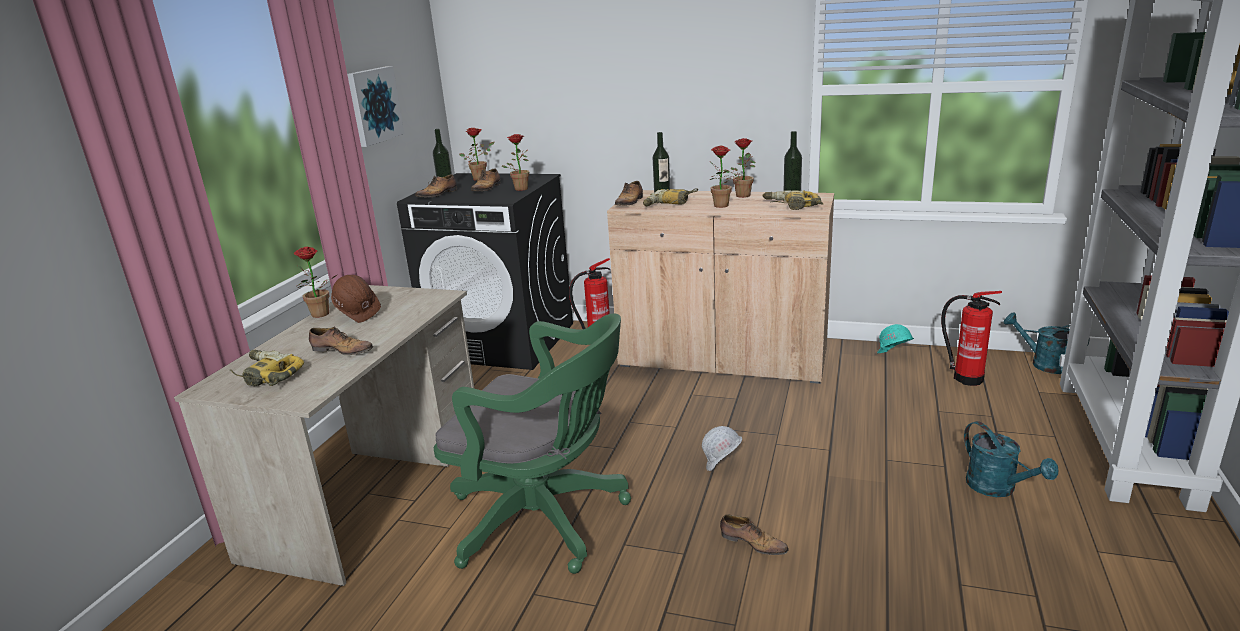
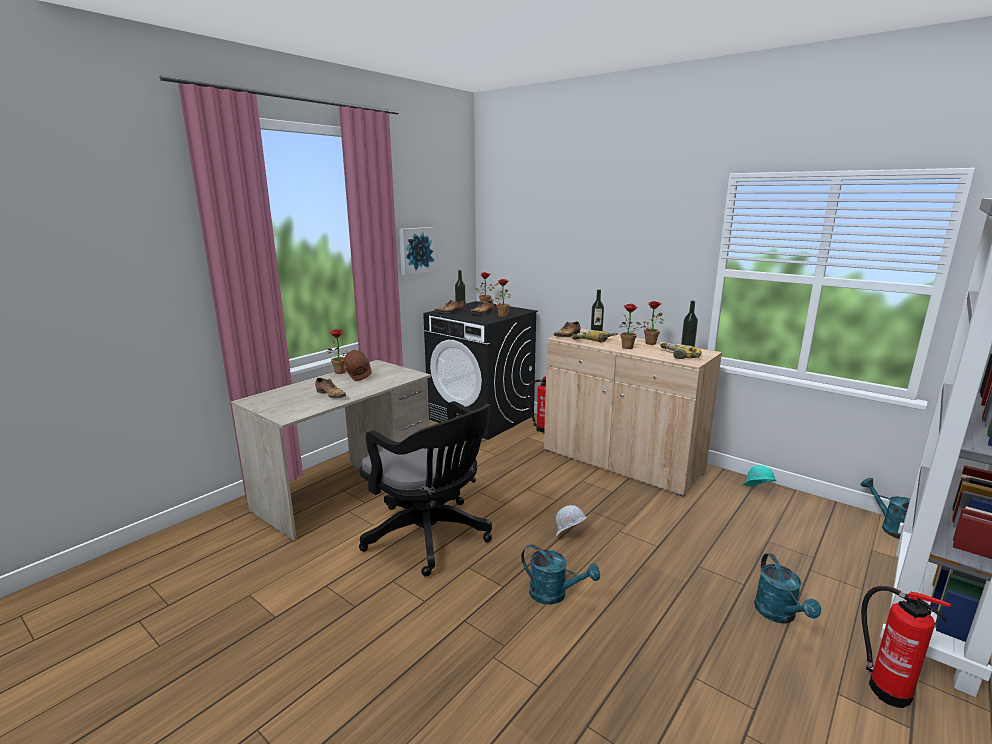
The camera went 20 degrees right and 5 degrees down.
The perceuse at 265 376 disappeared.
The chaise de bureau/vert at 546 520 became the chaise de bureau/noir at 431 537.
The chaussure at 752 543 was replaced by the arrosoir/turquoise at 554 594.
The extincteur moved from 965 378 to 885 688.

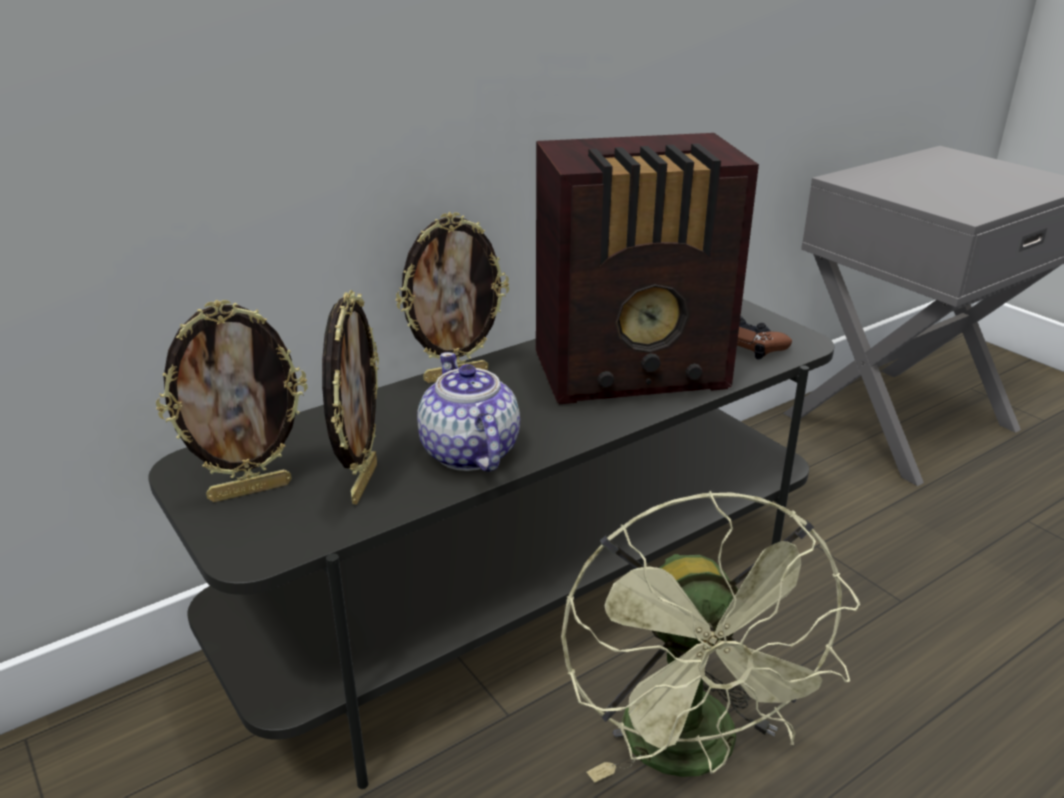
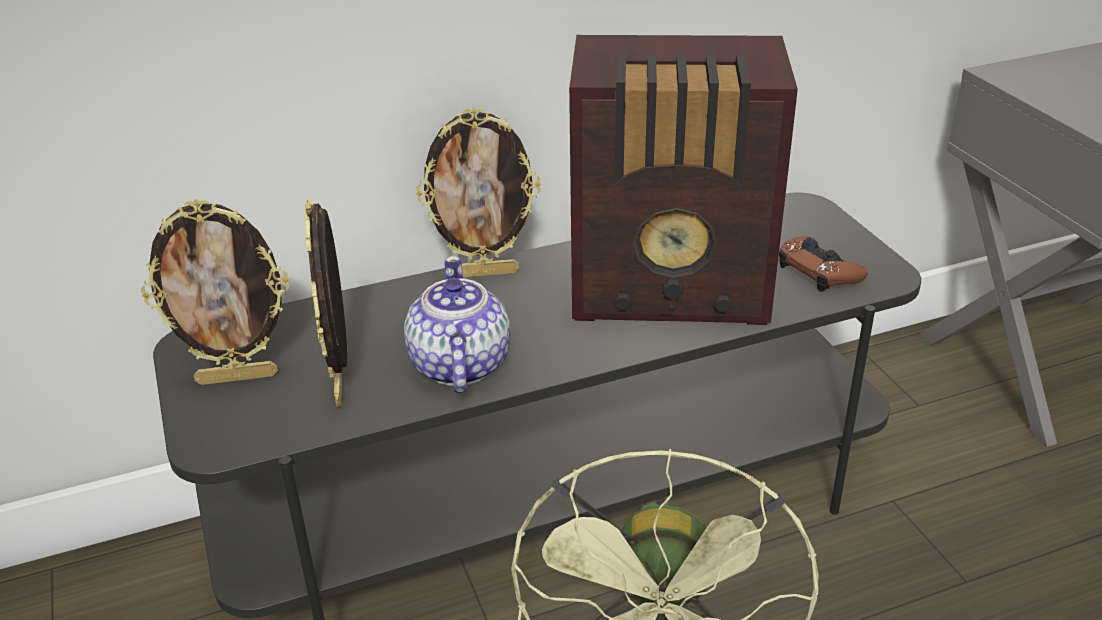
The camera went 15 degrees right and 5 degrees up.
The cadre photo at 362 483 turned 150 degrees clockwise.

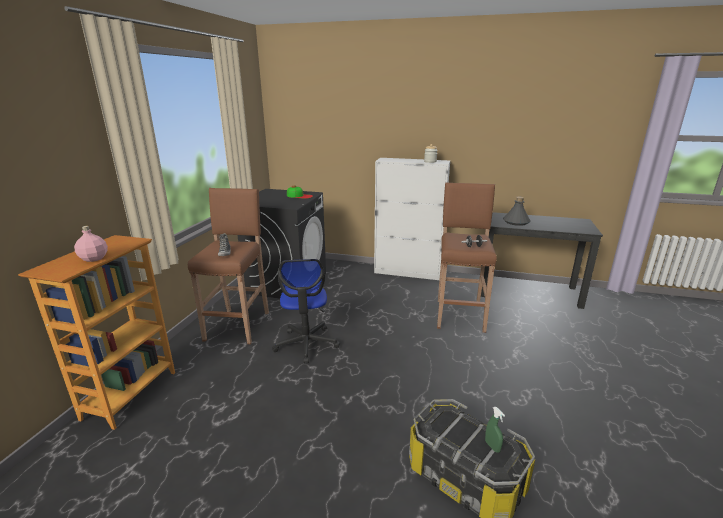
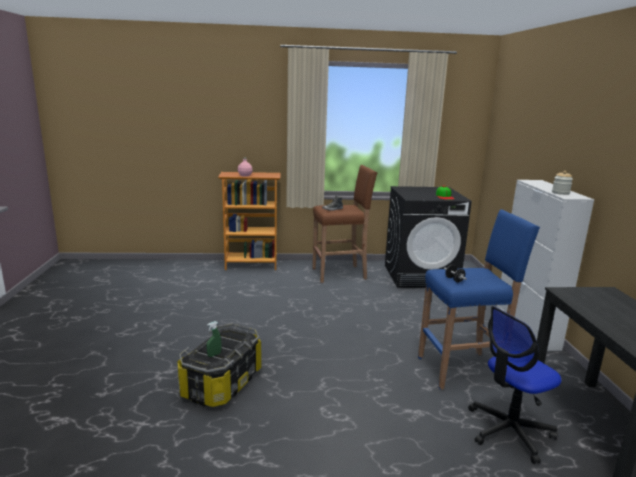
The camera went 70 degrees right and 5 degrees down.
The chaise de bureau moved from 306 344 to 509 431.
The tabouret/marron at 459 314 became the tabouret/bleu at 462 369.
The bouteille/gris at 516 222 disappeared.

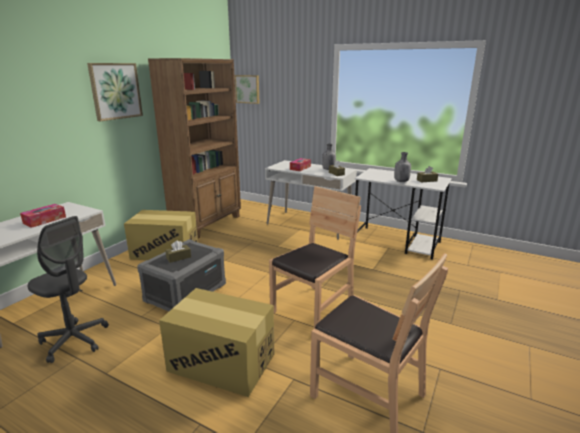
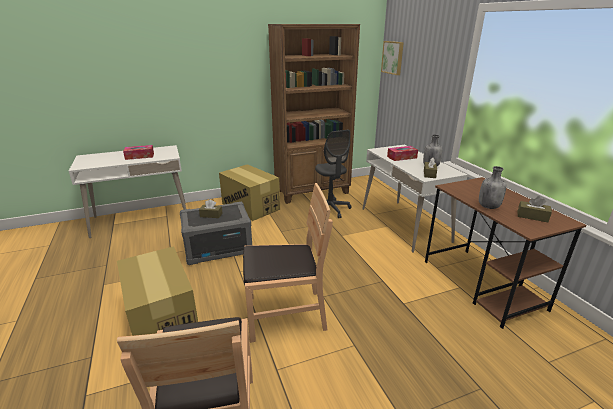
The camera went 40 degrees right and 5 degrees up.
The chaise de bureau/gris moved from 74 340 to 330 209.
The tableau at 115 91 disappeared.
The bureau/blanc at 397 242 became the bureau/marron at 482 285.

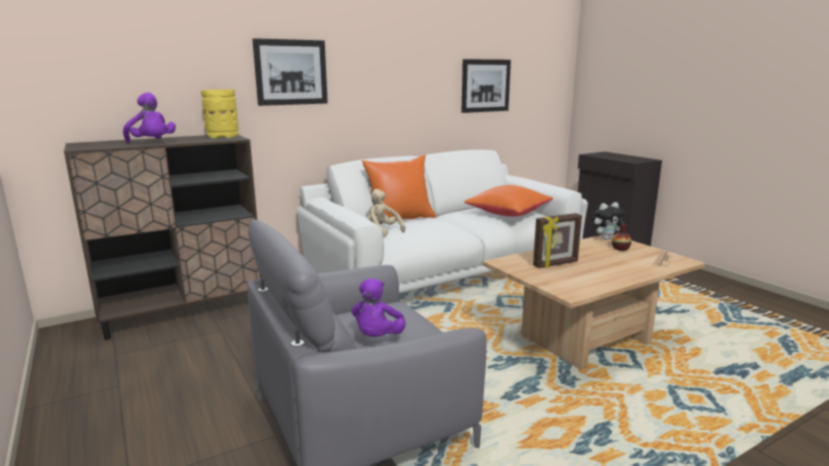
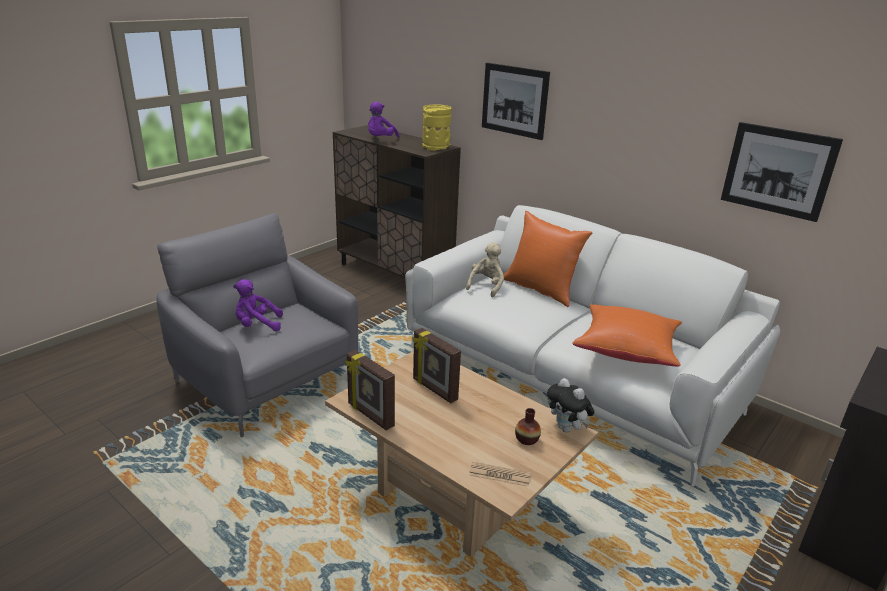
The camera went 70 degrees right and 10 degrees up.
The cadre photo at 370 415 appeared.

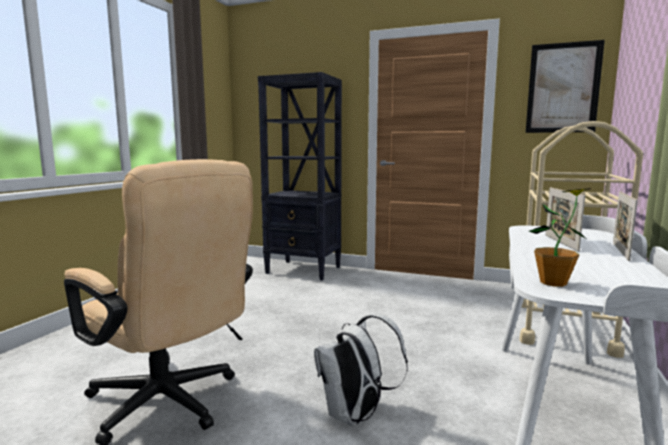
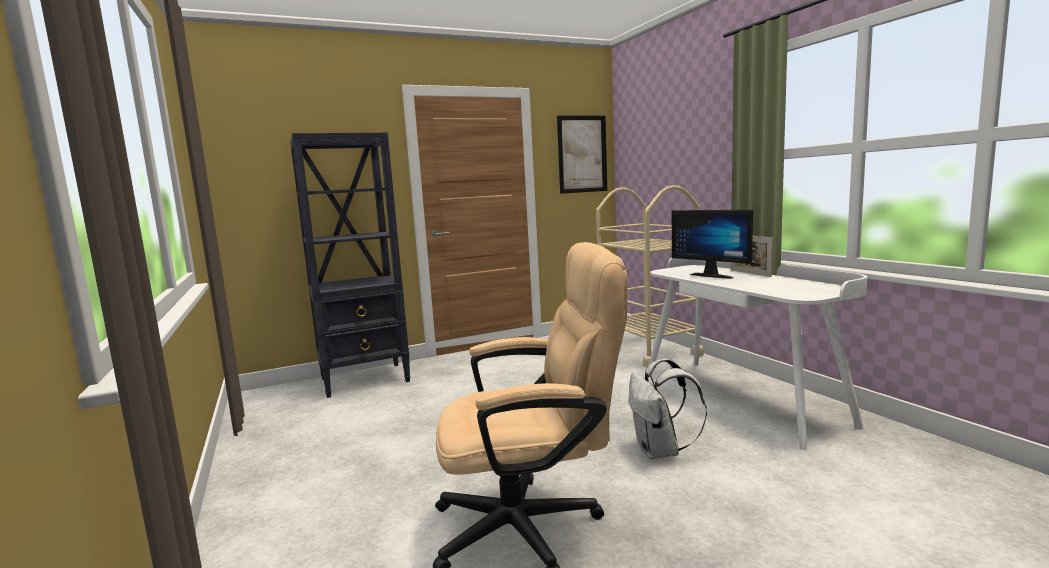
The camera went 45 degrees left and 0 degrees up.
The plante en pot at 553 283 disappeared.
The cadre photo at 561 243 was replaced by the écran d'ordinateur at 713 275.

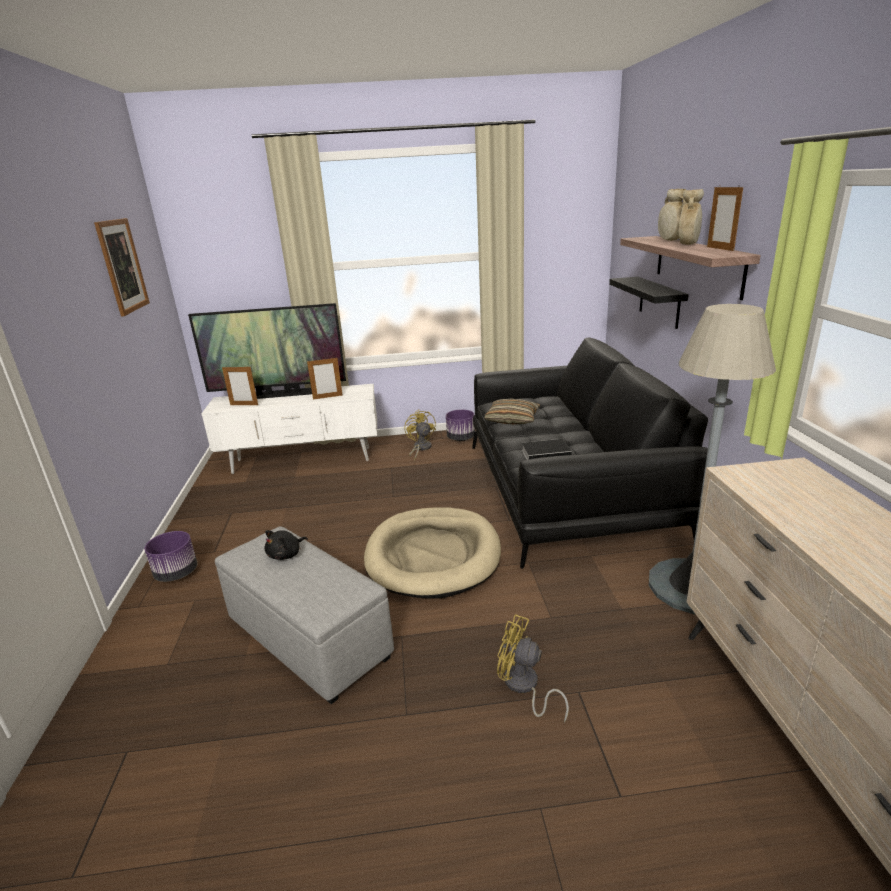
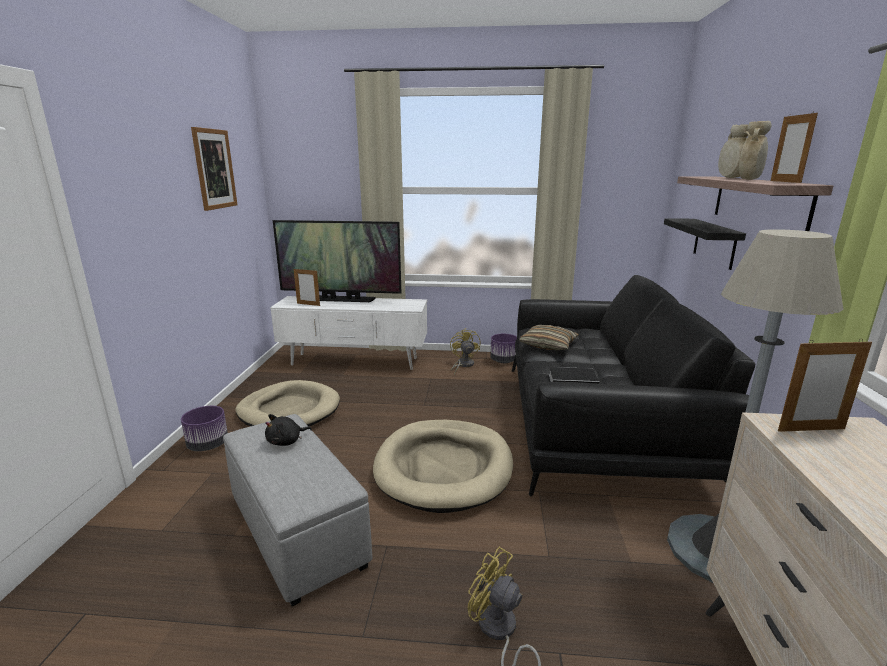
The camera went 10 degrees right and 5 degrees down.
The cadre photo moved from 327 397 to 811 430.
The panier pour chien/beige at 289 410 appeared.

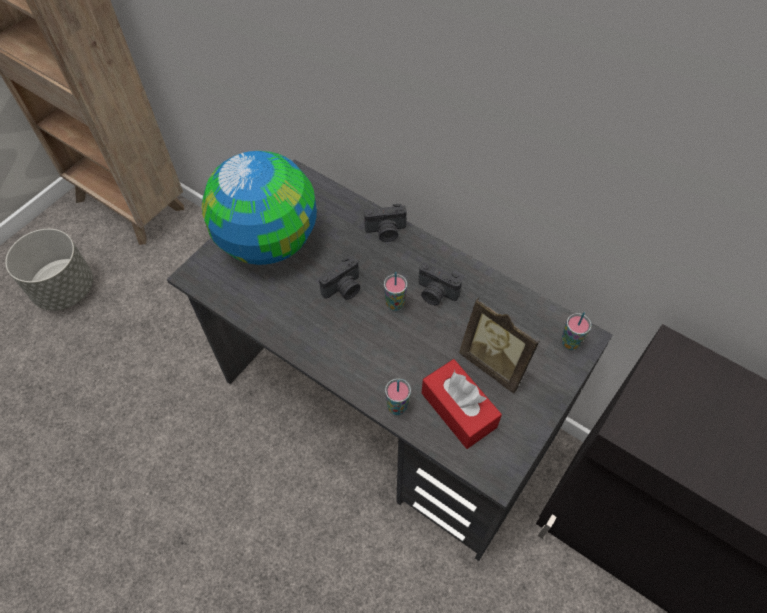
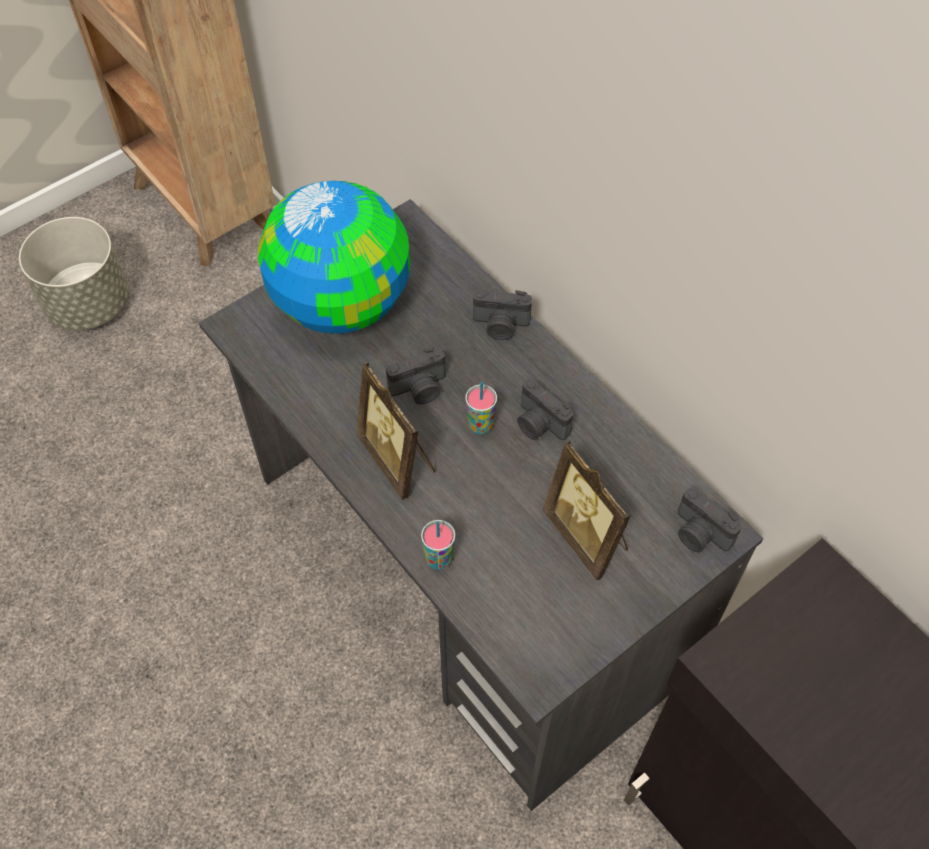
The camera went 15 degrees right and 0 degrees up.
The boîte à mouchoirs/rouge at 458 410 disappeared.
The tasse at 570 343 was replaced by the appareil photo at 699 534.
The cadre photo at 398 459 appeared.

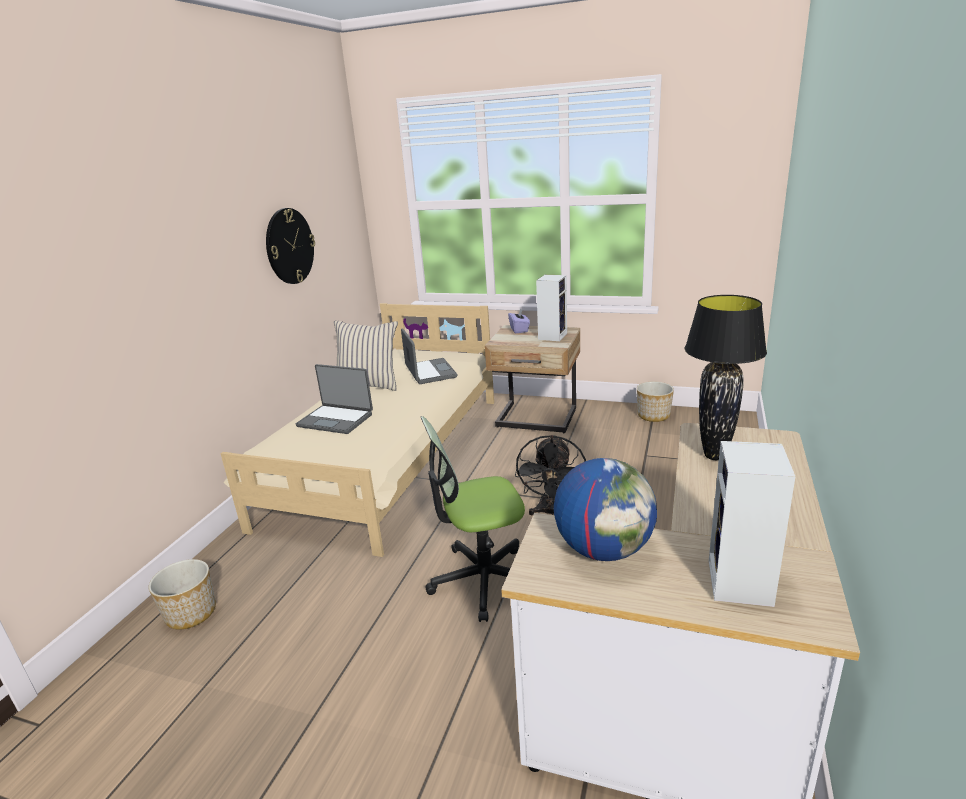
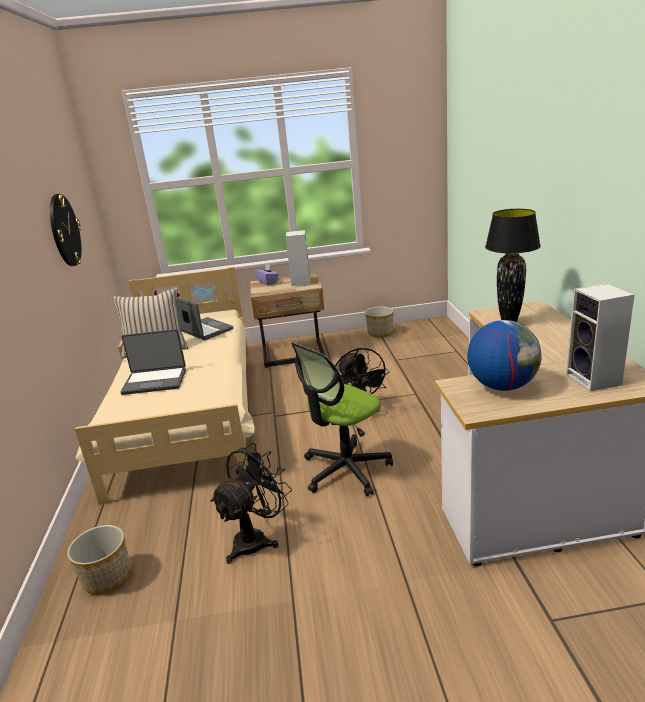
The camera went 25 degrees left and 0 degrees up.
The ventilateur/noir at 256 539 appeared.

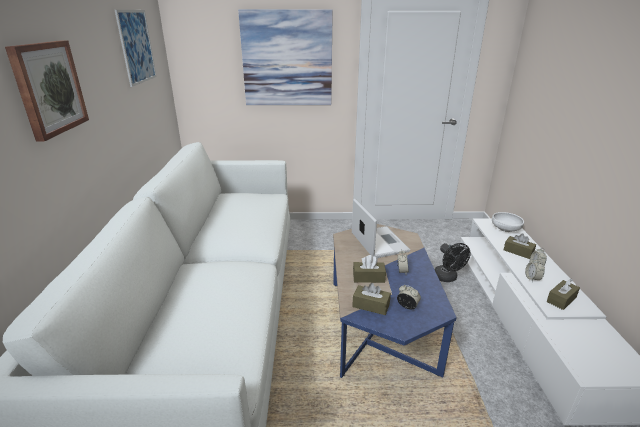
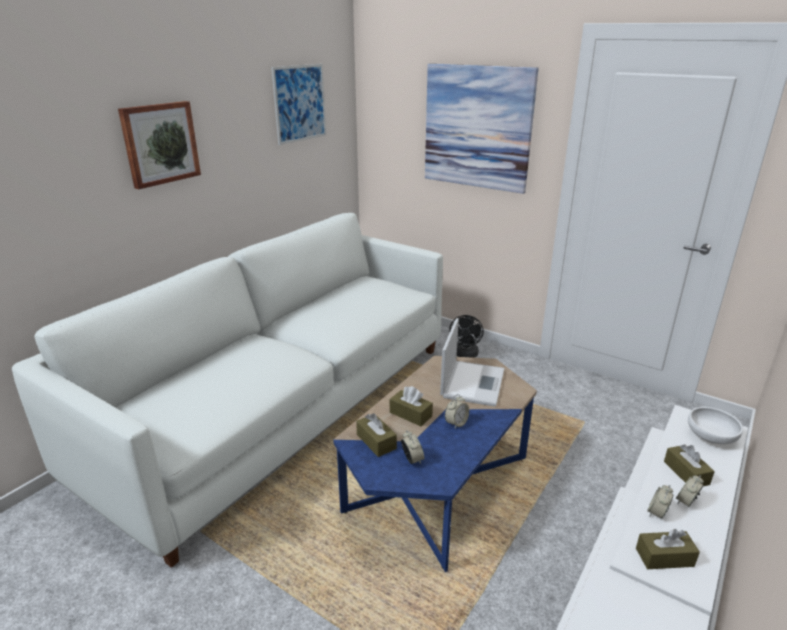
The camera went 35 degrees right and 0 degrees up.
The ventilateur/noir moved from 447 278 to 465 355.

